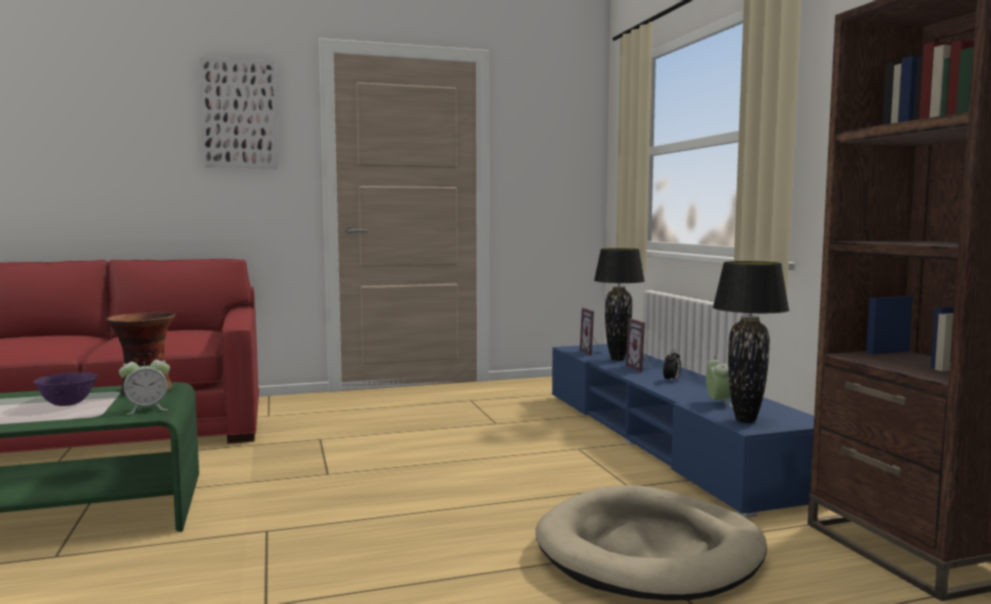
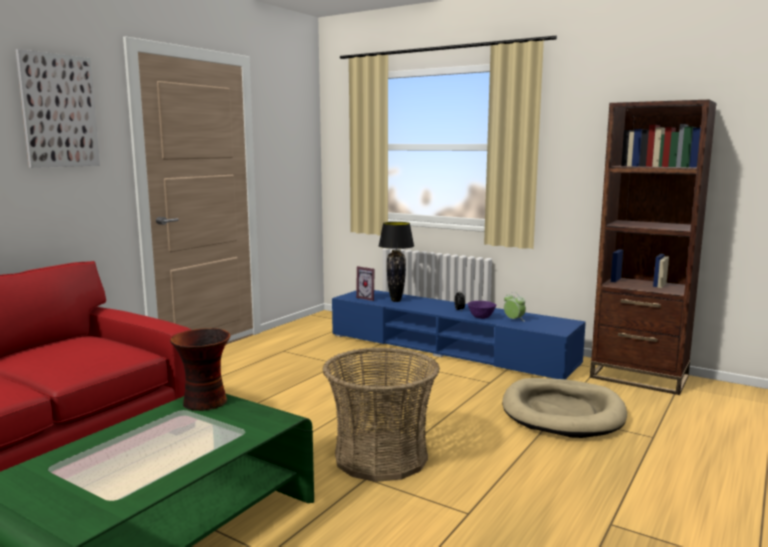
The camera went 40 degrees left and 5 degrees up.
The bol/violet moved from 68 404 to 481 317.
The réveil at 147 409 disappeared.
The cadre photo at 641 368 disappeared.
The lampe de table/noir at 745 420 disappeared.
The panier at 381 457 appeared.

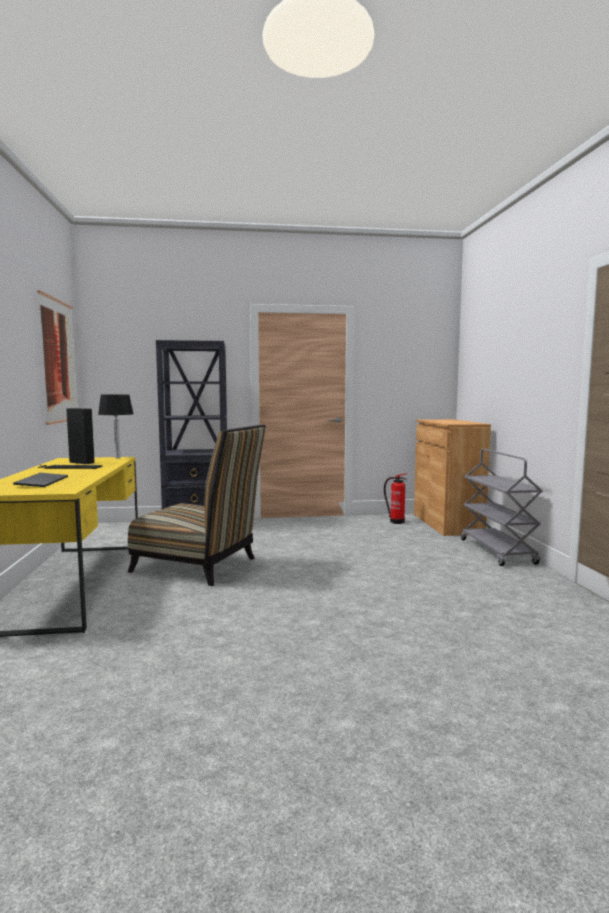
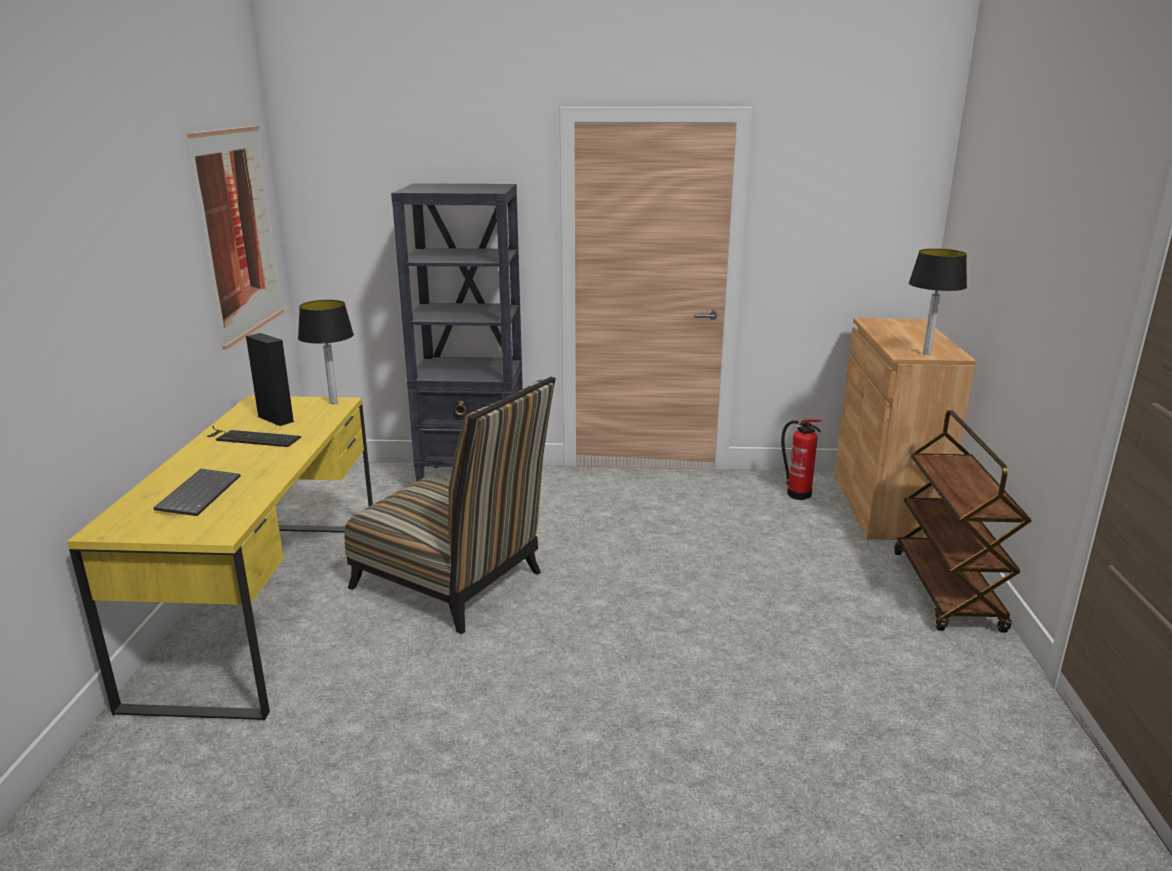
The camera went 10 degrees right and 15 degrees up.
The chariot/gris at 497 551 became the chariot/marron at 947 591.
The lampe de table at 927 354 appeared.

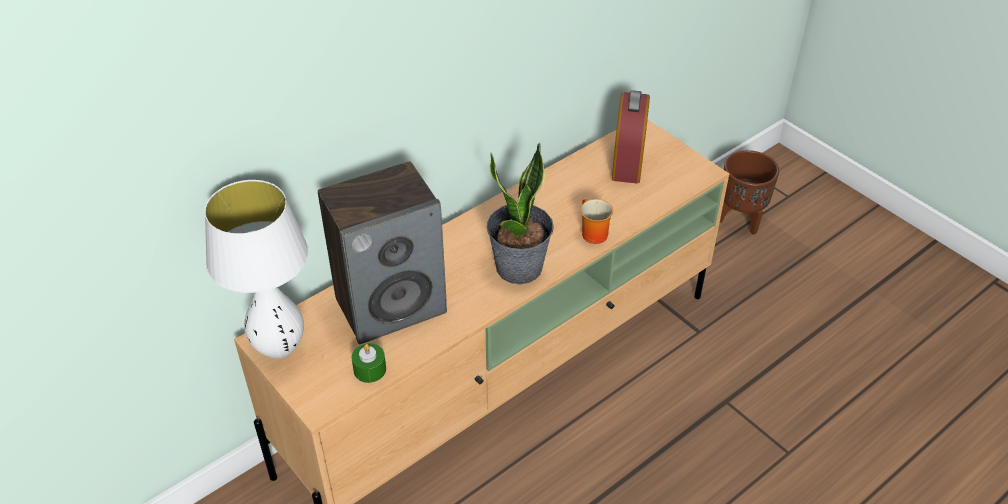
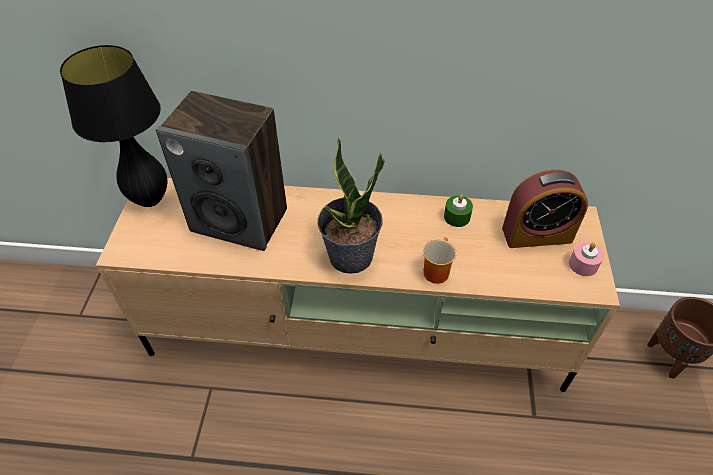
The camera went 45 degrees right and 5 degrees up.
The lampe de table/blanc at 279 349 became the lampe de table/noir at 150 200.
The bougie/vert moved from 370 369 to 456 217.
The réveil at 628 161 turned 150 degrees counterclockwise.
The bougie/rose at 583 264 appeared.

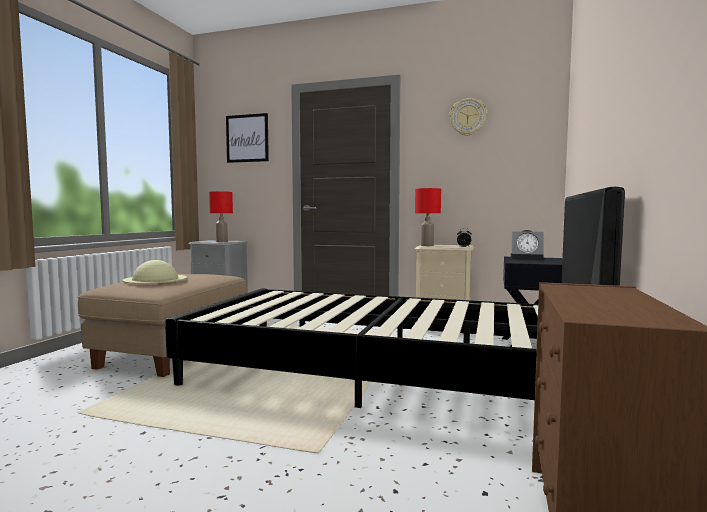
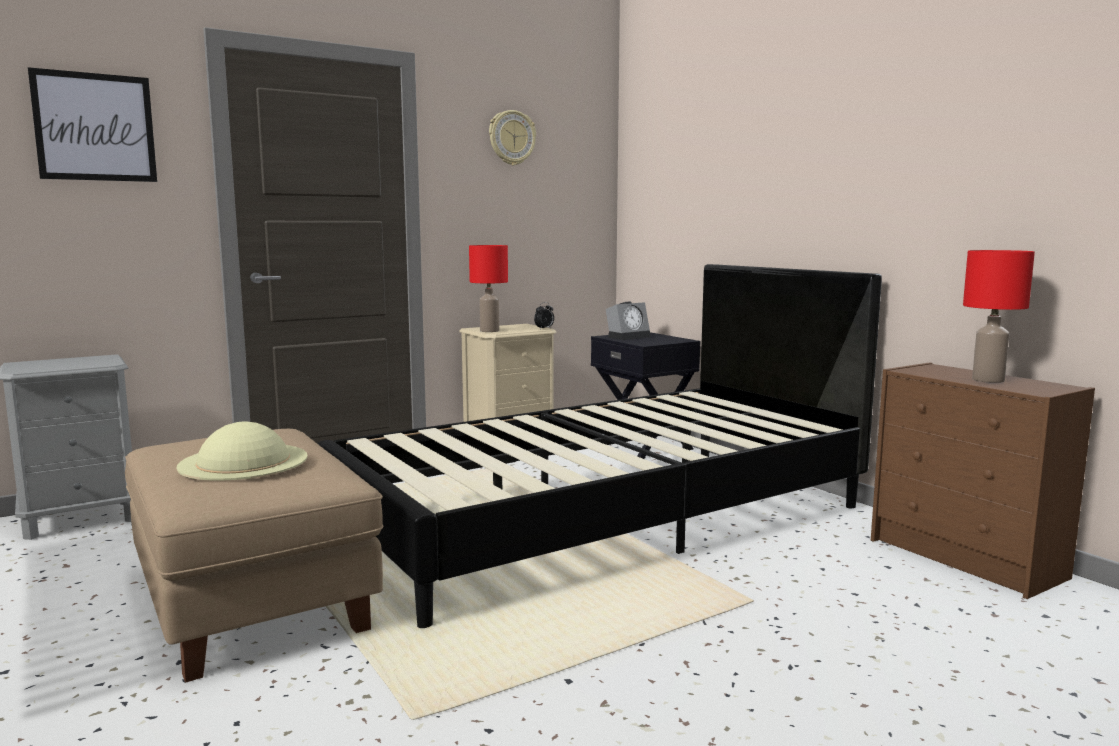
The camera went 50 degrees left and 5 degrees up.
The lampe de table/rouge moved from 221 242 to 989 380.

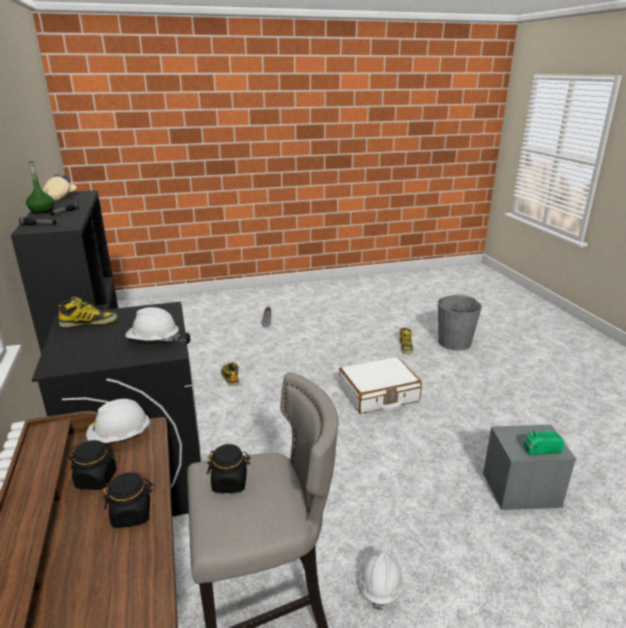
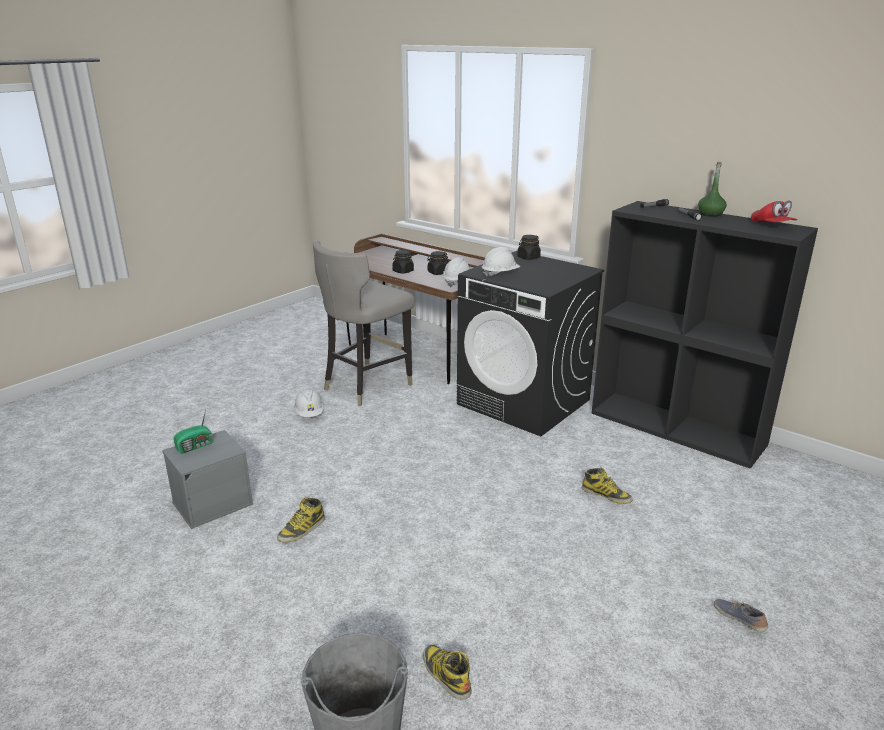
The camera went 145 degrees right and 0 degrees up.
The casquette/beige at 60 198 became the casquette/rouge at 772 226.
The botte moved from 89 322 to 302 529.
The bocal/noir moved from 230 483 to 528 258.
The valise/blanc at 378 394 disappeared.

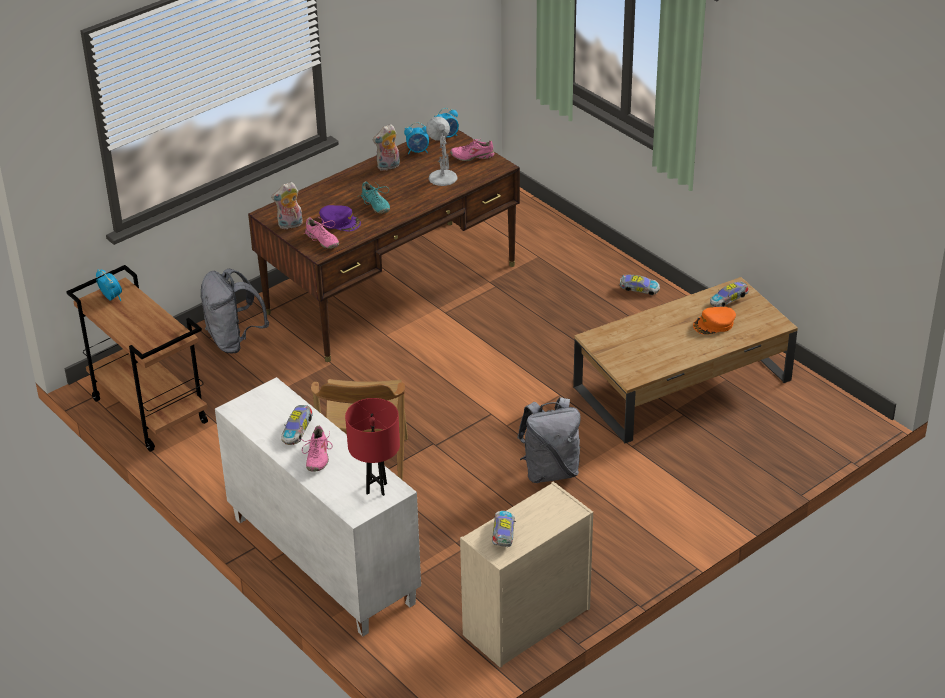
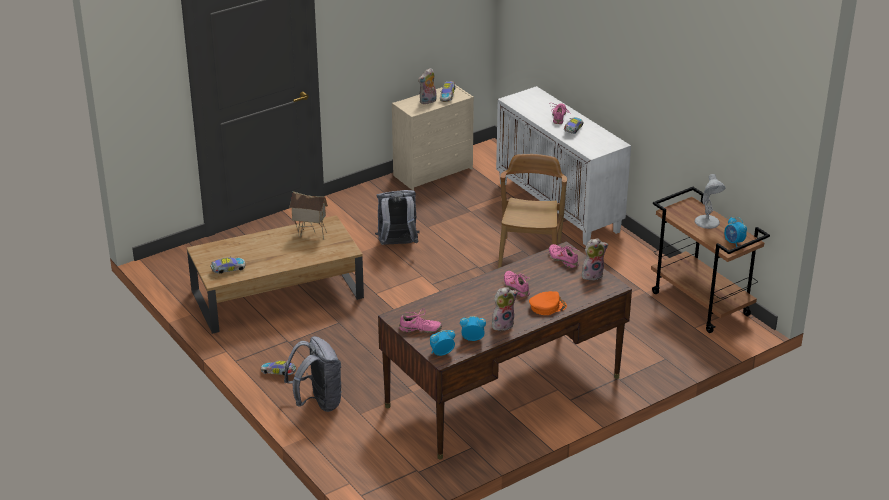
The camera went 175 degrees left and 5 degrees down.
The sac à dos/gris moved from 234 341 to 317 402.
The casquette/violet at 340 222 disappeared.
The lampe de table/rouge at 376 488 disappeared.
The chaussure/turquoise at 375 205 became the chaussure/rose at 516 287.
The lampe de table/blanc moved from 442 177 to 707 222.
The casquette/orange moved from 714 324 to 547 306.
The maison miniature at 310 235 appeared.
The peluche at 428 101 appeared.

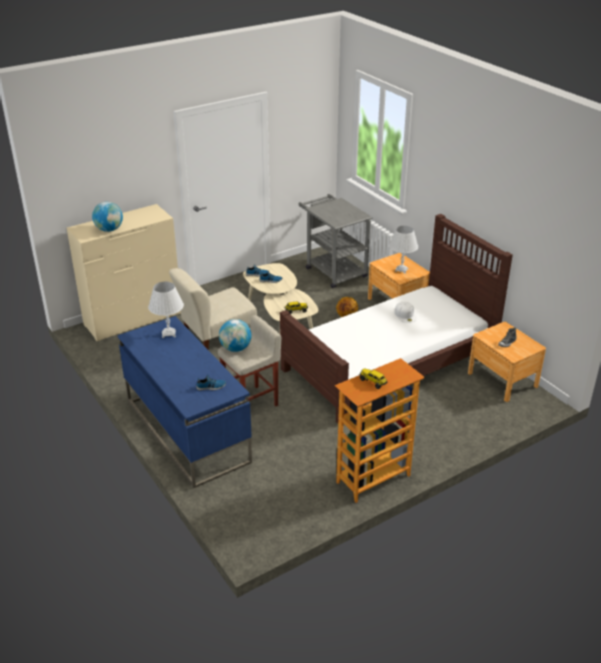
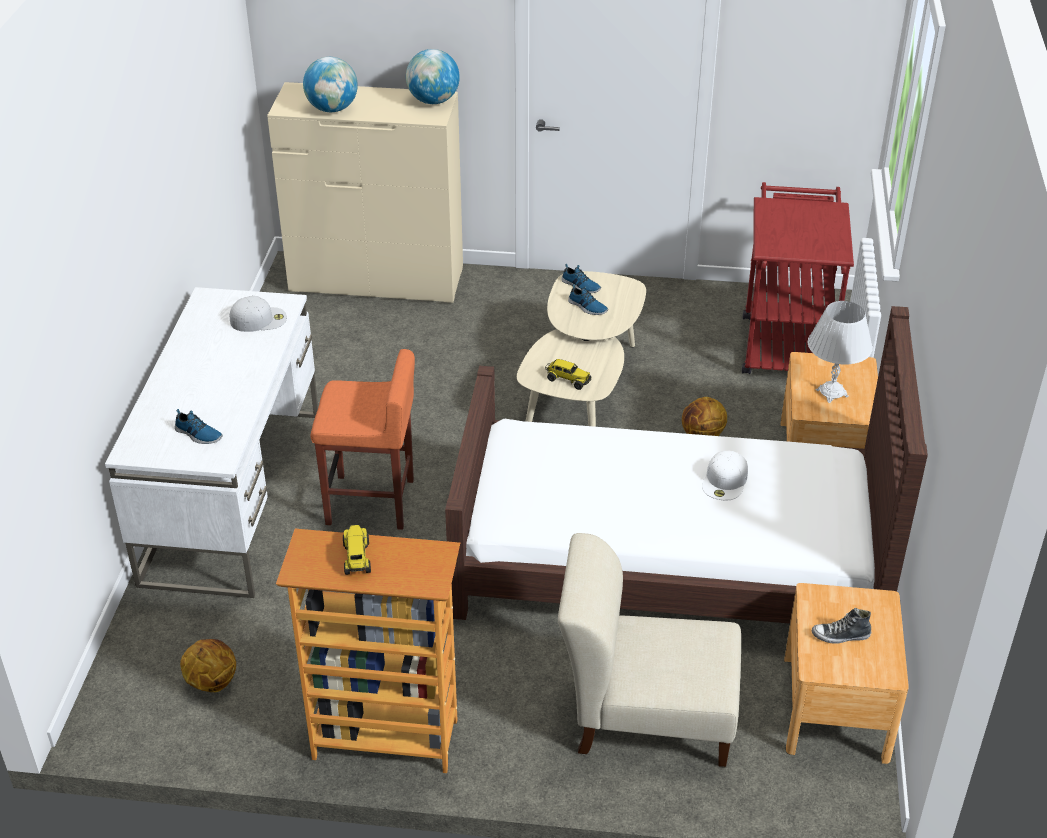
The camera went 40 degrees right and 5 degrees up.
The bureau/bleu at 187 431 became the bureau/blanc at 233 495.
The lampe de table/blanc at 169 333 was replaced by the casquette/blanc at 259 319.
The chaise/beige moved from 216 337 to 646 715.
The tabouret/beige at 251 402 became the tabouret/orange at 372 502.
The globe moved from 236 348 to 433 101.
The chariot/gris at 333 270 became the chariot/rouge at 785 341.
The ballon de basket at 211 682 appeared.

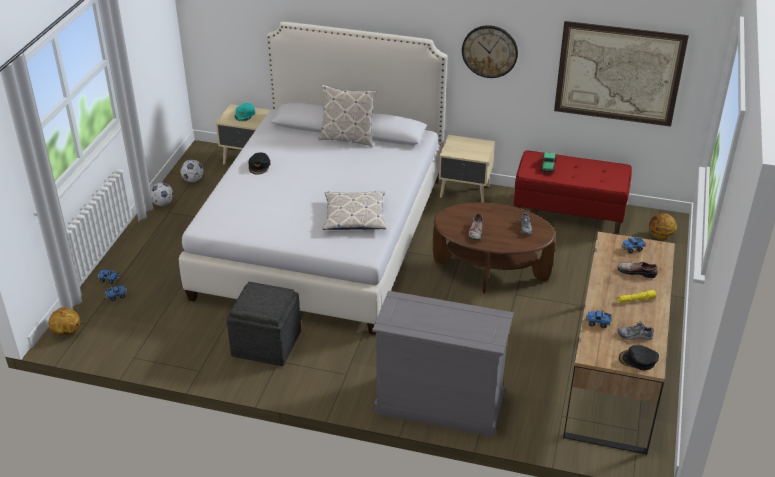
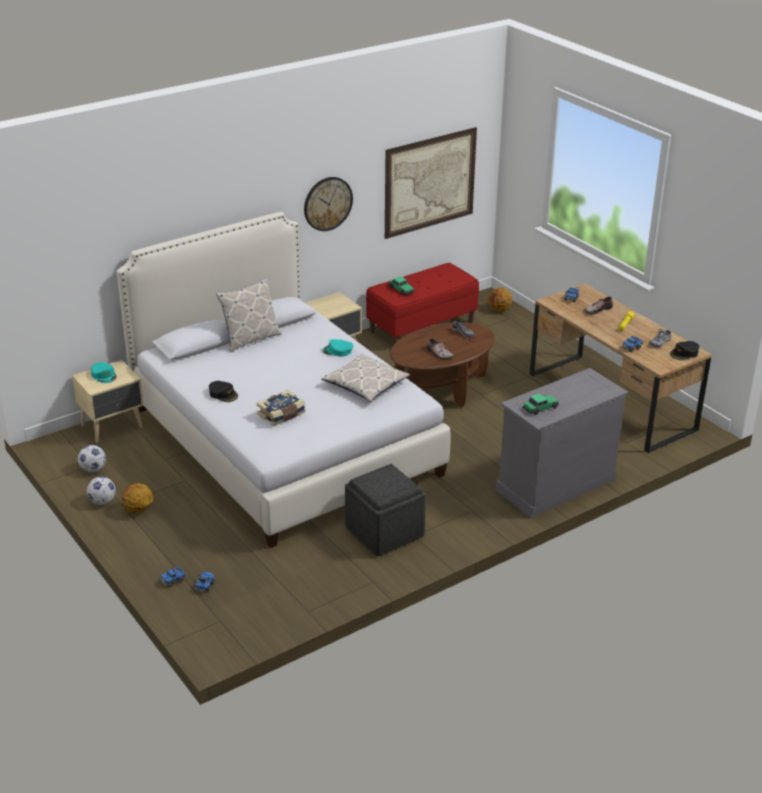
The camera went 50 degrees left and 5 degrees down.
The ballon de basket moved from 66 332 to 138 510.
The livre at 282 415 appeared.
The casquette/turquoise at 338 351 appeared.
The petite voiture at 540 407 appeared.

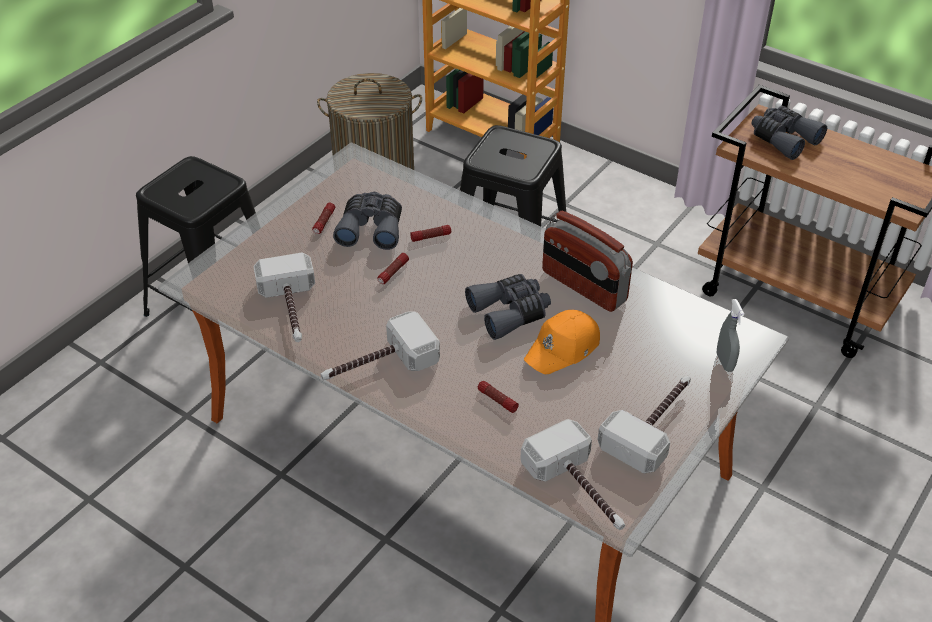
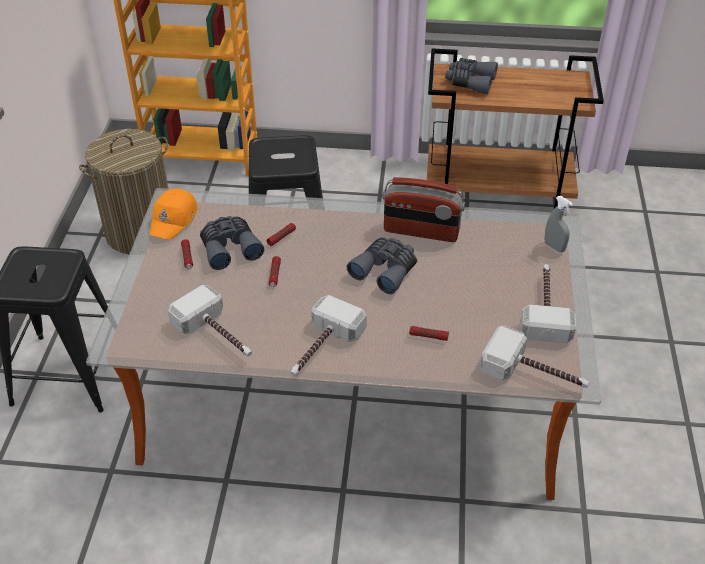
The camera went 30 degrees left and 0 degrees up.
The casquette/orange moved from 563 349 to 174 219.

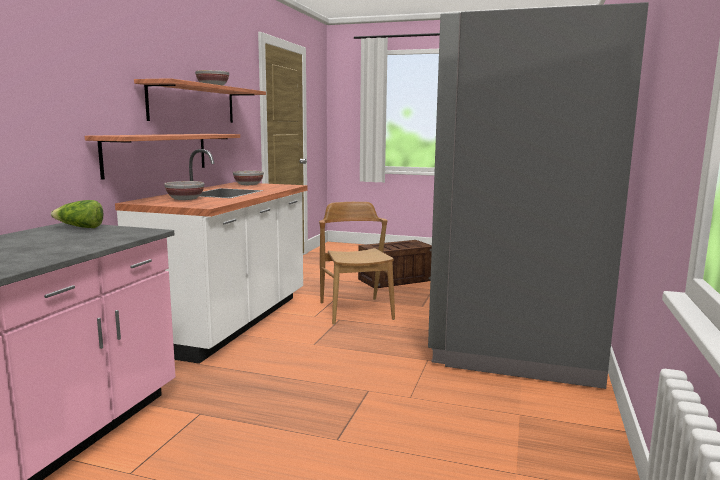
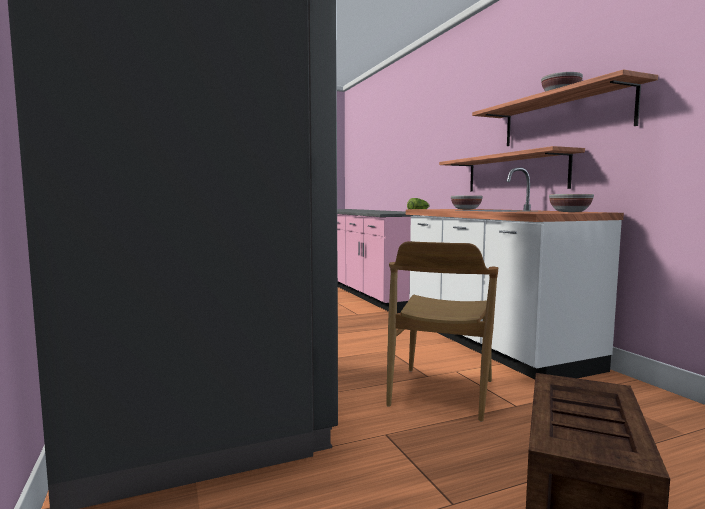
The camera went 140 degrees right and 5 degrees down.
The chaise/marron at 356 310 turned 75 degrees clockwise.

